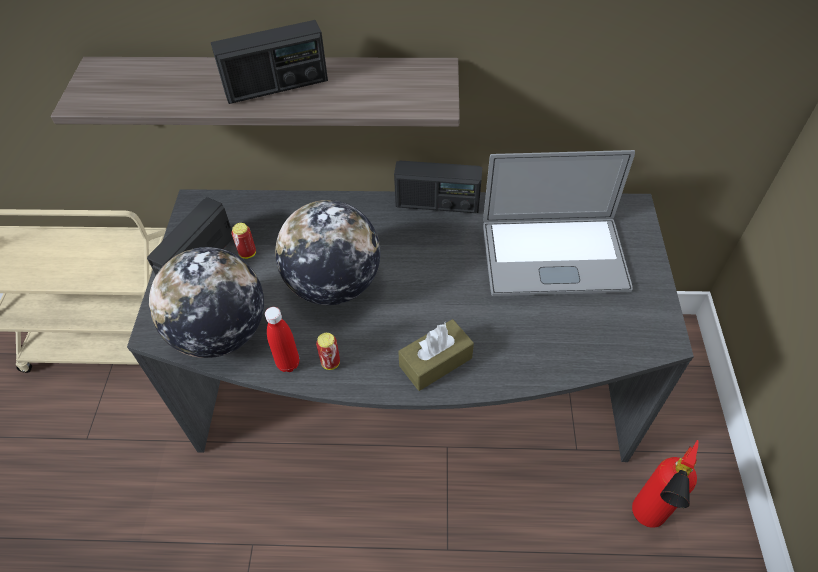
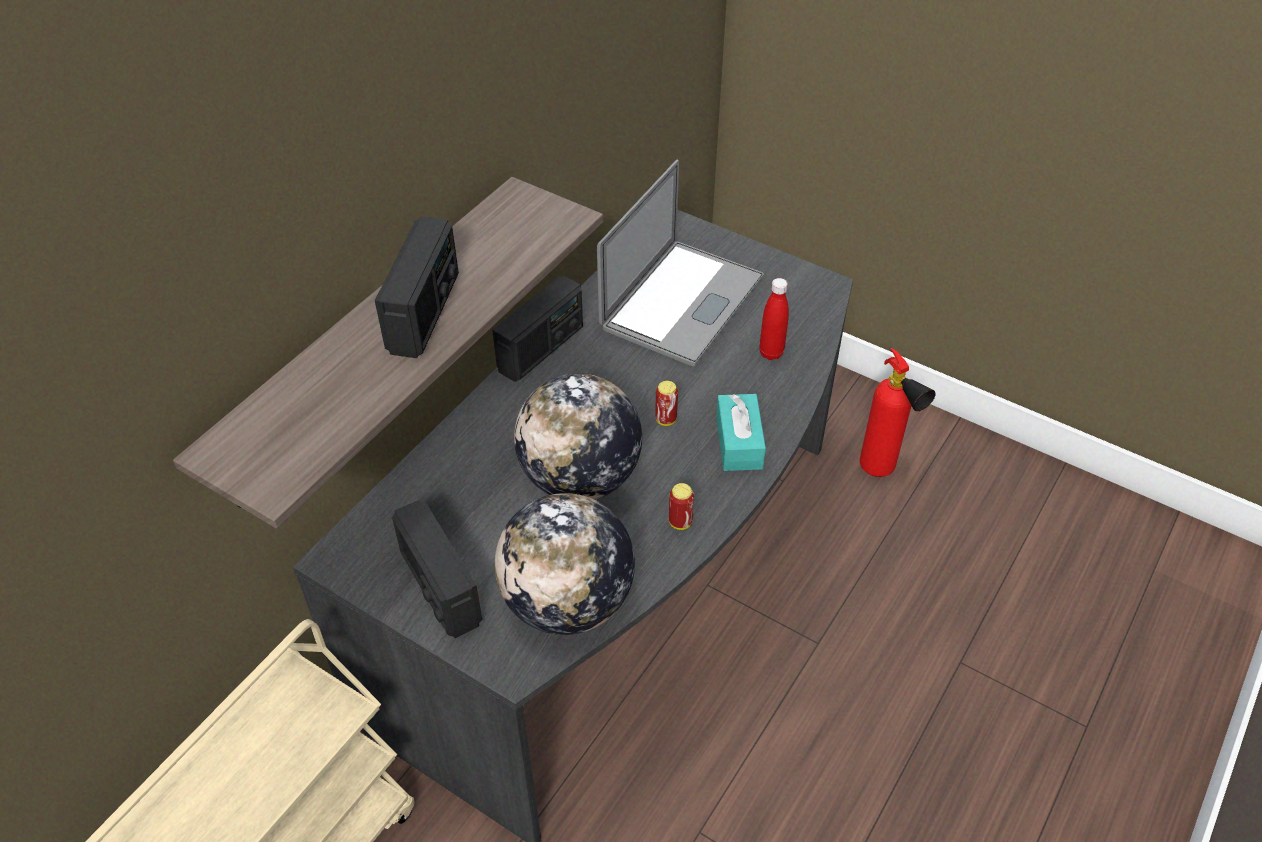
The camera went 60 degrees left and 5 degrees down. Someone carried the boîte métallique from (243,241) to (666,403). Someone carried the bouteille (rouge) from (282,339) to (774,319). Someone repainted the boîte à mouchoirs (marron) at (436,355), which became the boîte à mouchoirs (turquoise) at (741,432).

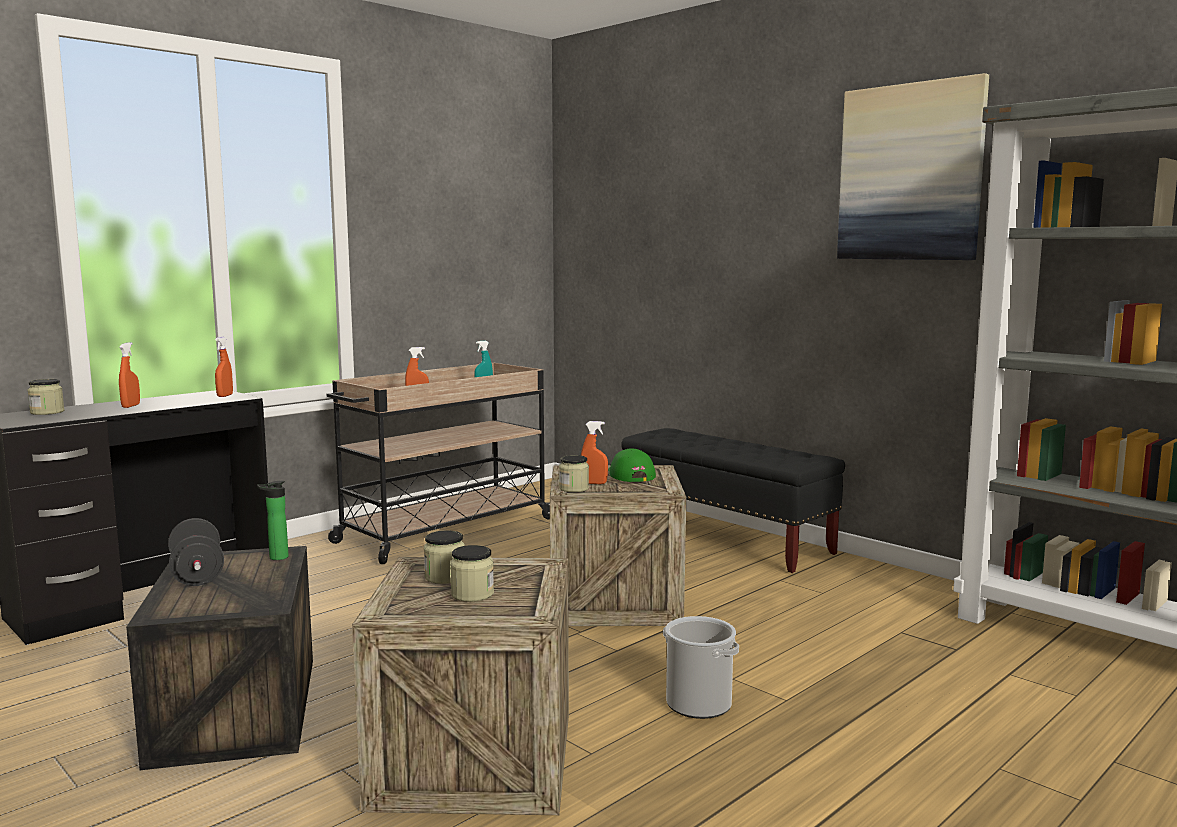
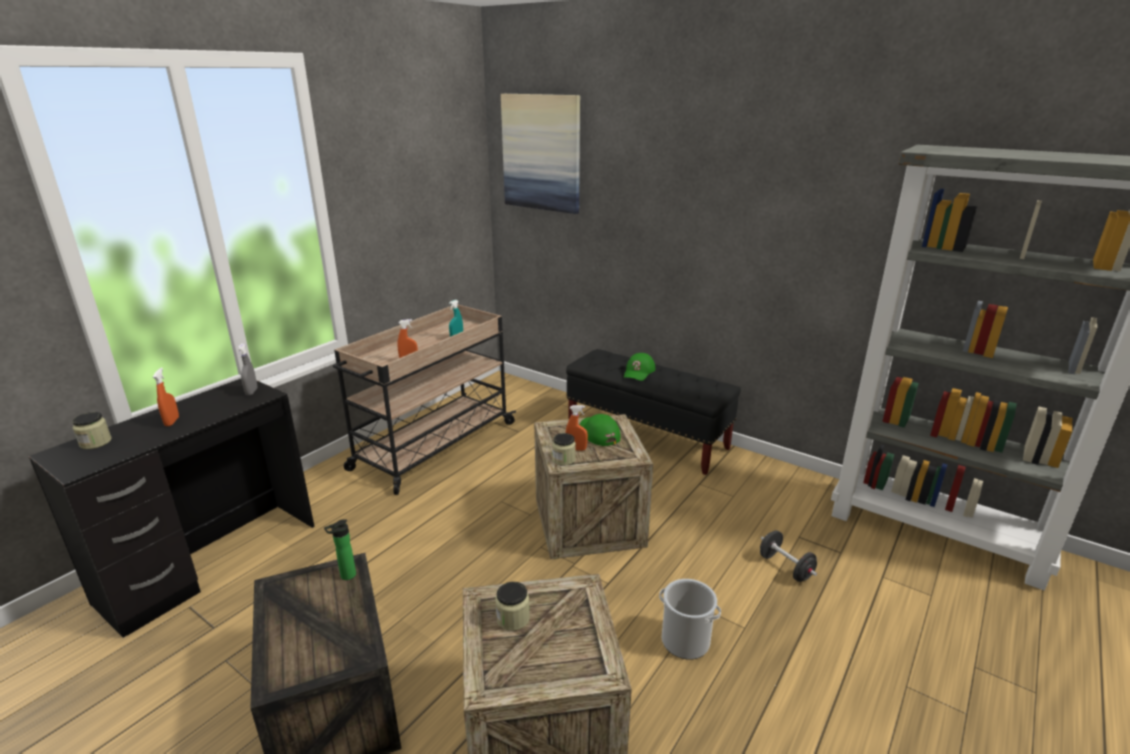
The camera went 10 degrees left and 15 degrees up. Someone carried the haltère (noir) from (196,552) to (788,556). Someone repainted the vaporisateur (orange) at (224,367), which became the vaporisateur (gris) at (247,369). Someone took away the bocal at (472,573). Someone carried the tableau from (913,166) to (540,154). Someone put down the casquette (vert) at (639,367).

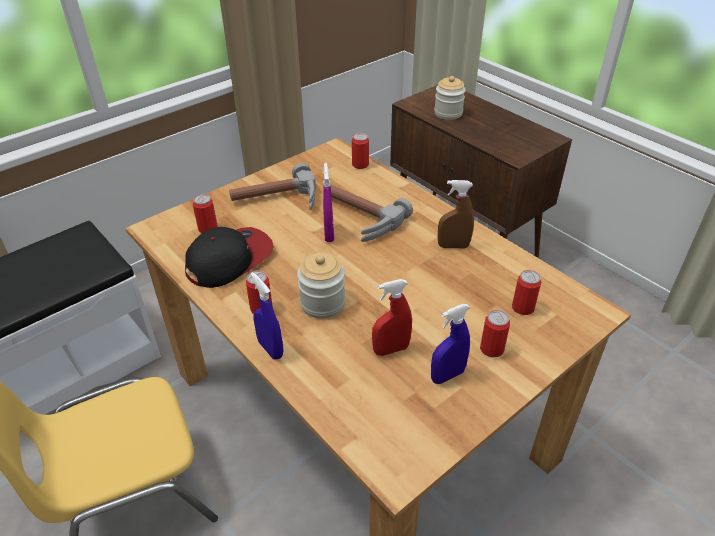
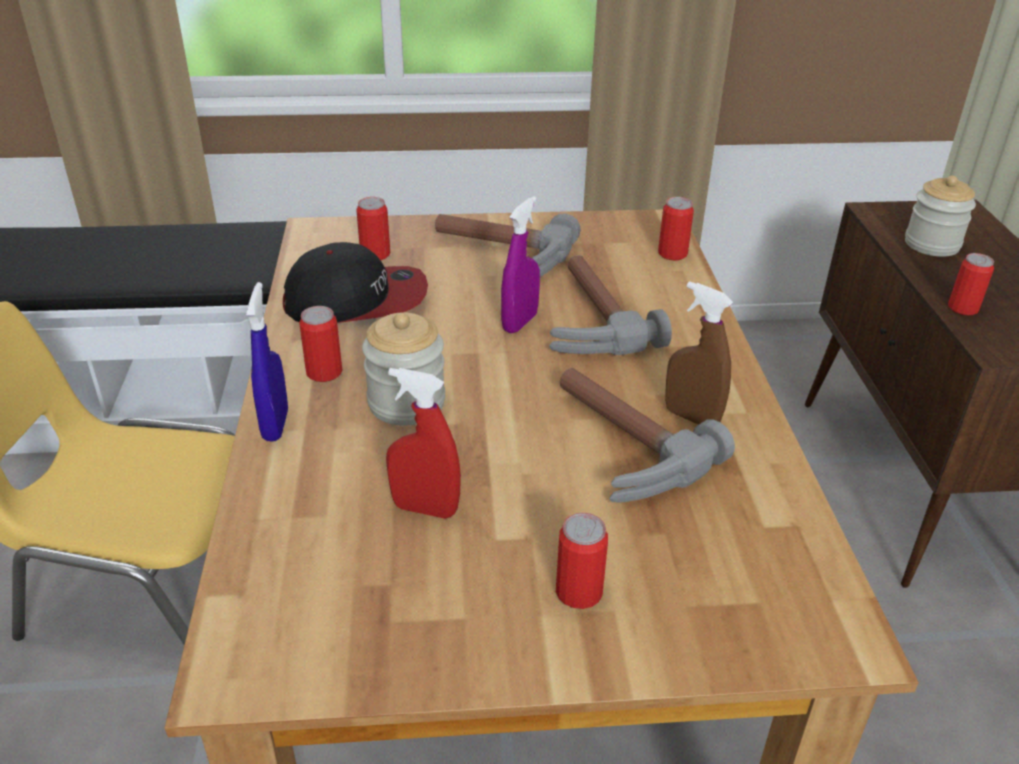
The camera went 35 degrees right and 5 degrees down. Someone took away the vaporisateur (bleu) at (450,344). Someone carried the boîte métallique from (526,292) to (971,284). Someone put down the marteau at (647,435).

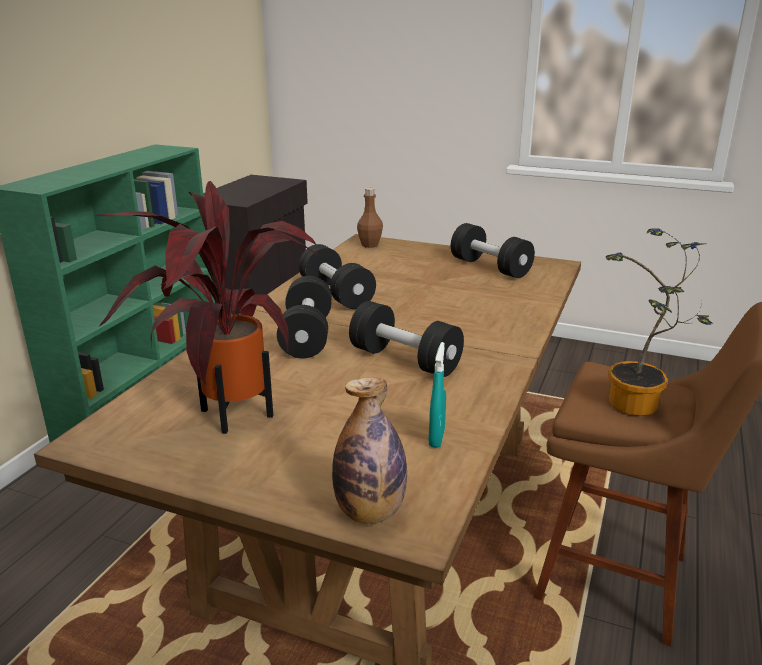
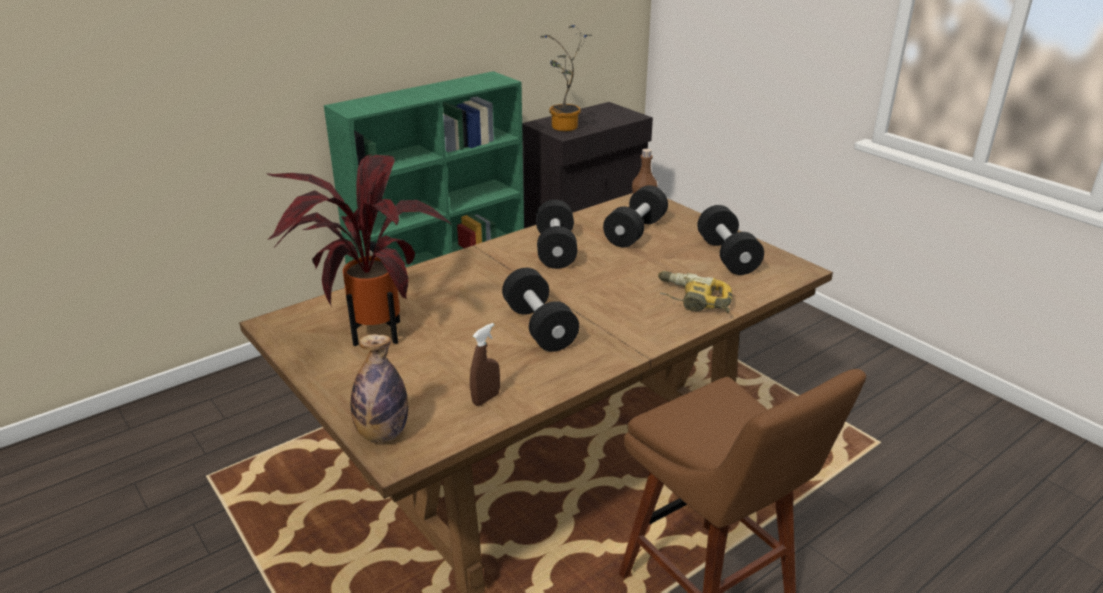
The camera went 30 degrees right and 5 degrees up. Someone carried the haltère (noir) from (304,317) to (635,216). Someone repainted the vaporisateur (turquoise) at (437,395), which became the vaporisateur (marron) at (485,364). Someone carried the plante en pot from (659,322) to (566,78). Someone put down the perceuse at (695,292).

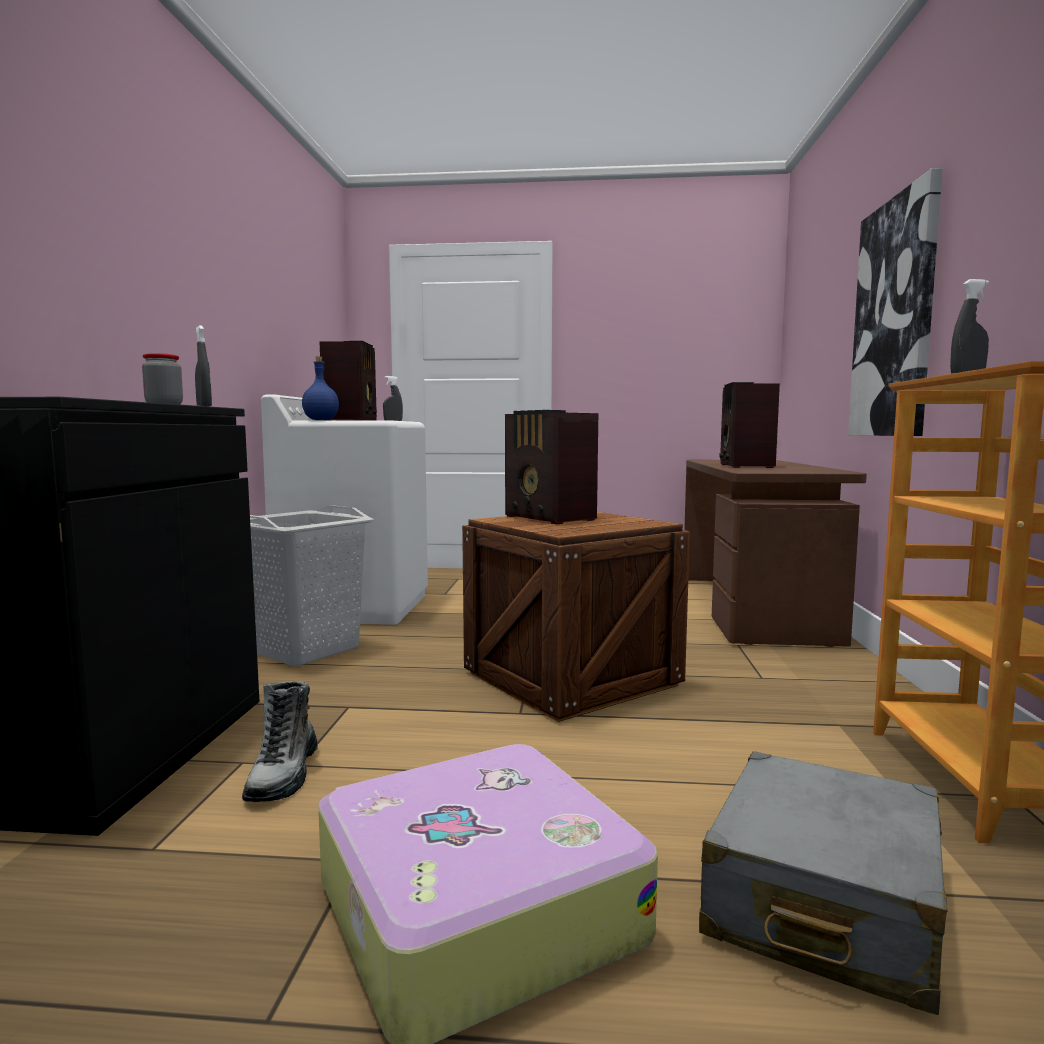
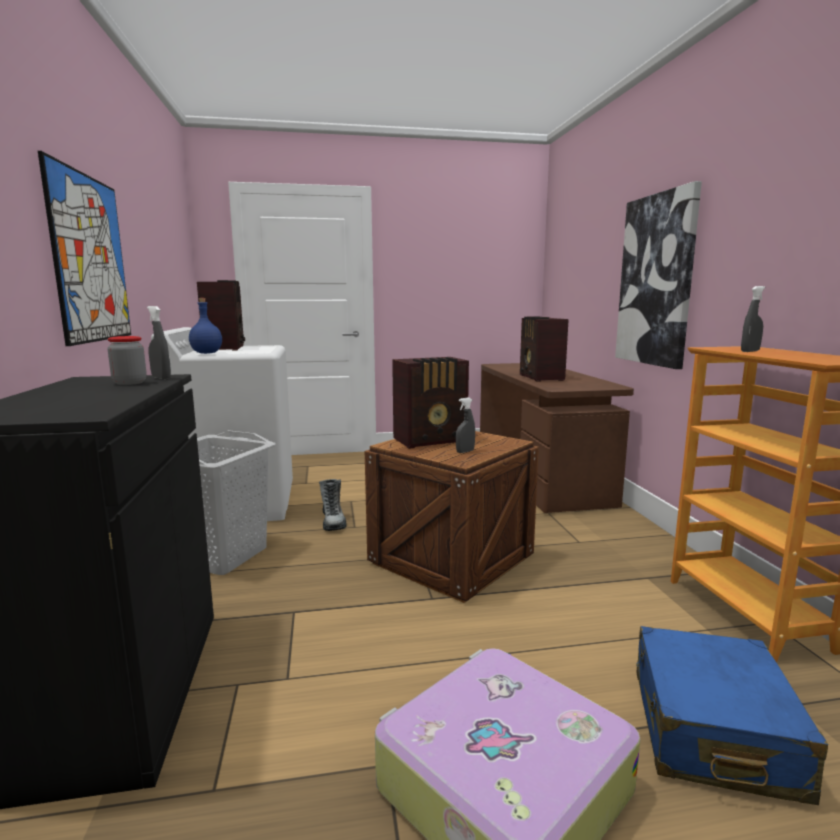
The camera went 15 degrees left and 5 degrees up. Someone carried the botte from (280,741) to (333,505). Someone carried the vaporisateur (gris) from (393,398) to (465,425). Someone rotated the radio at (551,467) by 60 degrees counterclockwise. Someone repainted the valise (gris) at (823,883), which became the valise (bleu) at (732,715). Someone put up the tableau at (84,248).

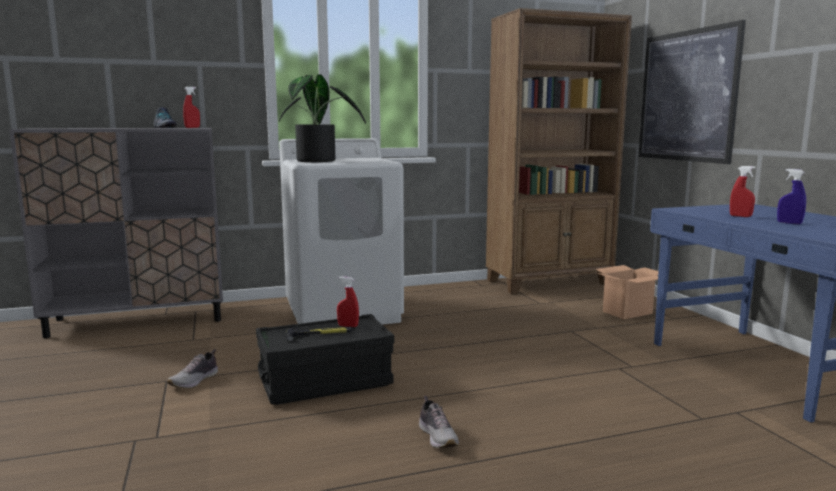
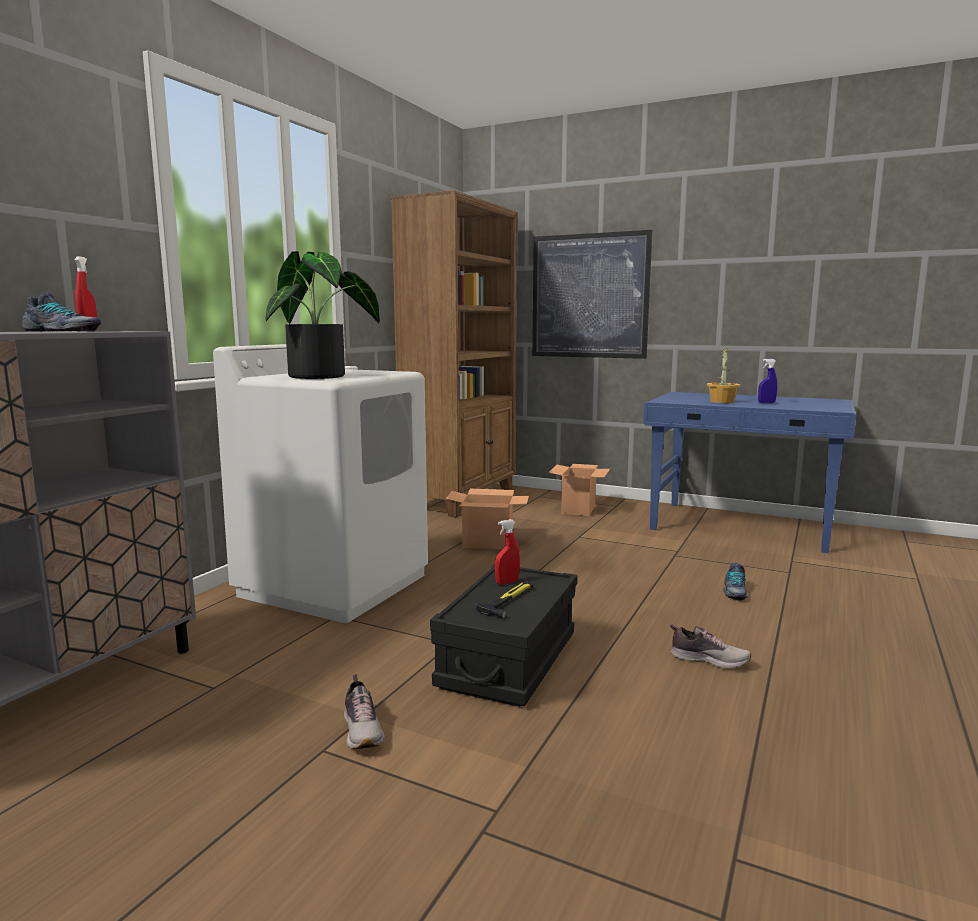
The camera went 45 degrees left and 0 degrees up. Someone swapped the vaporisateur (rouge) at (743,191) for the plante en pot at (723,375). Someone put down the carton at (487,519). Someone put down the chaussure at (735,582).

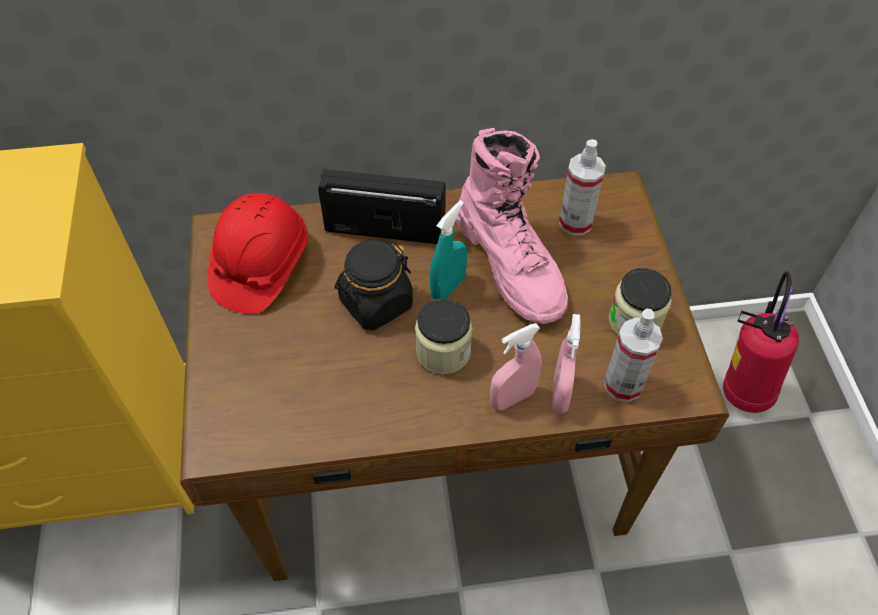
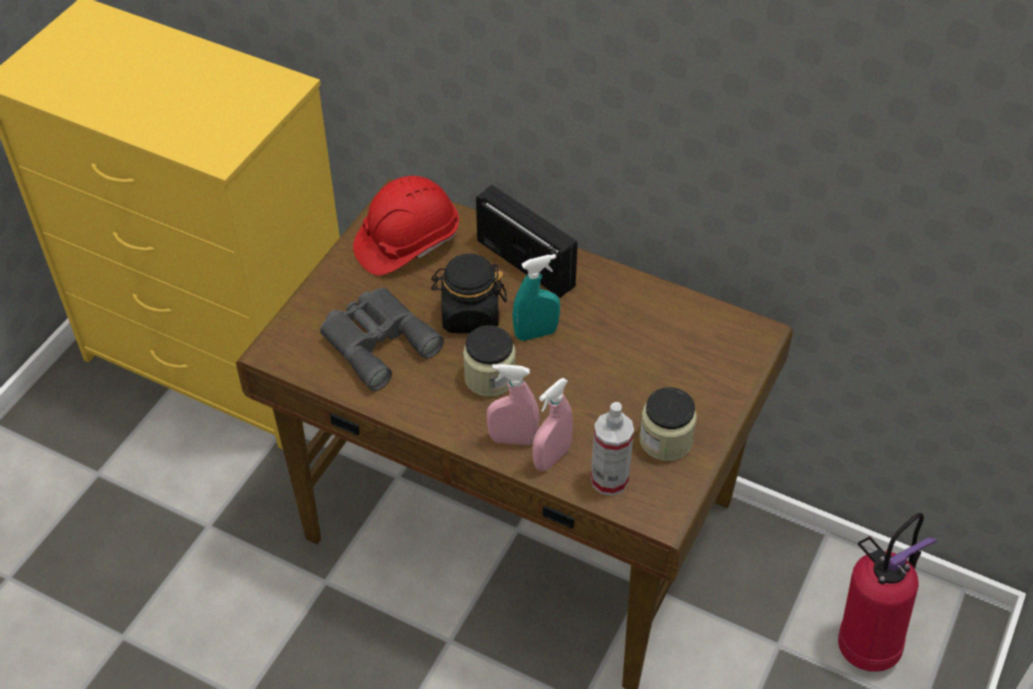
The camera went 35 degrees right and 5 degrees down. Someone took away the botte (rose) at (512,226). Someone took away the vaporisateur at (582,187). Someone put down the jumelles (gris) at (382,339).

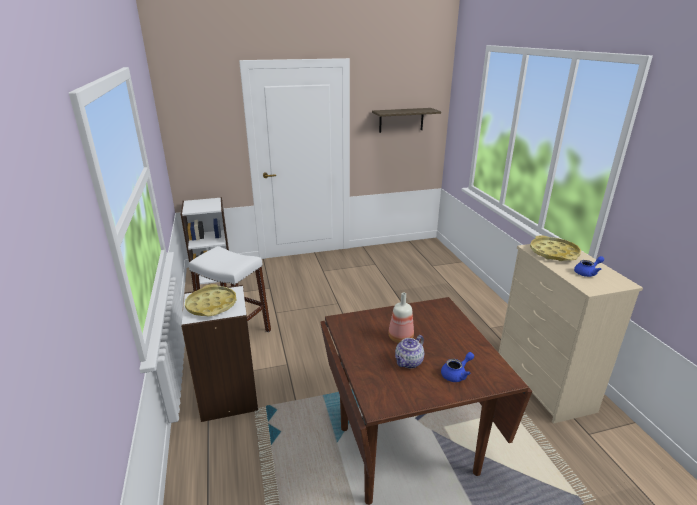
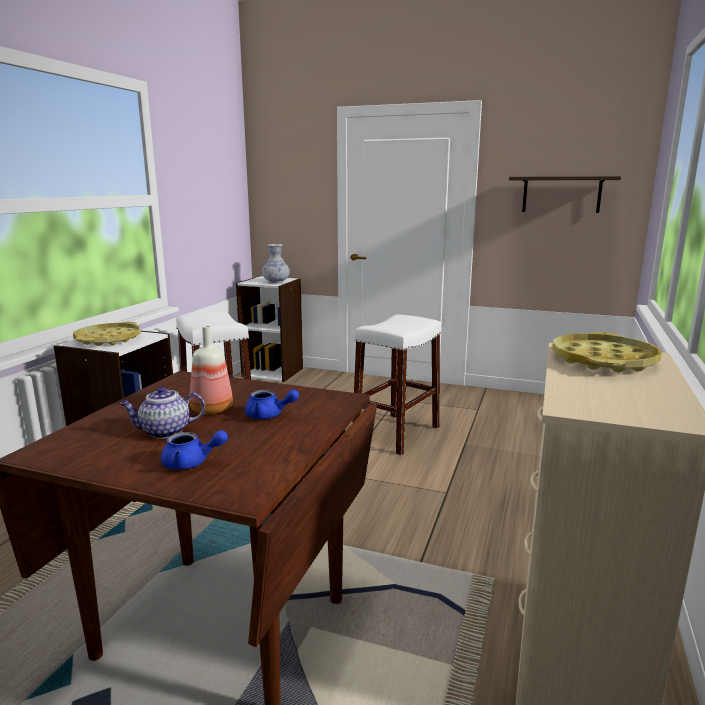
The camera went 35 degrees right and 10 degrees down. Someone carried the théière (bleu) from (589,266) to (272,404). Someone put down the vase at (276,263). Someone put down the tabouret (blanc) at (396,384).

